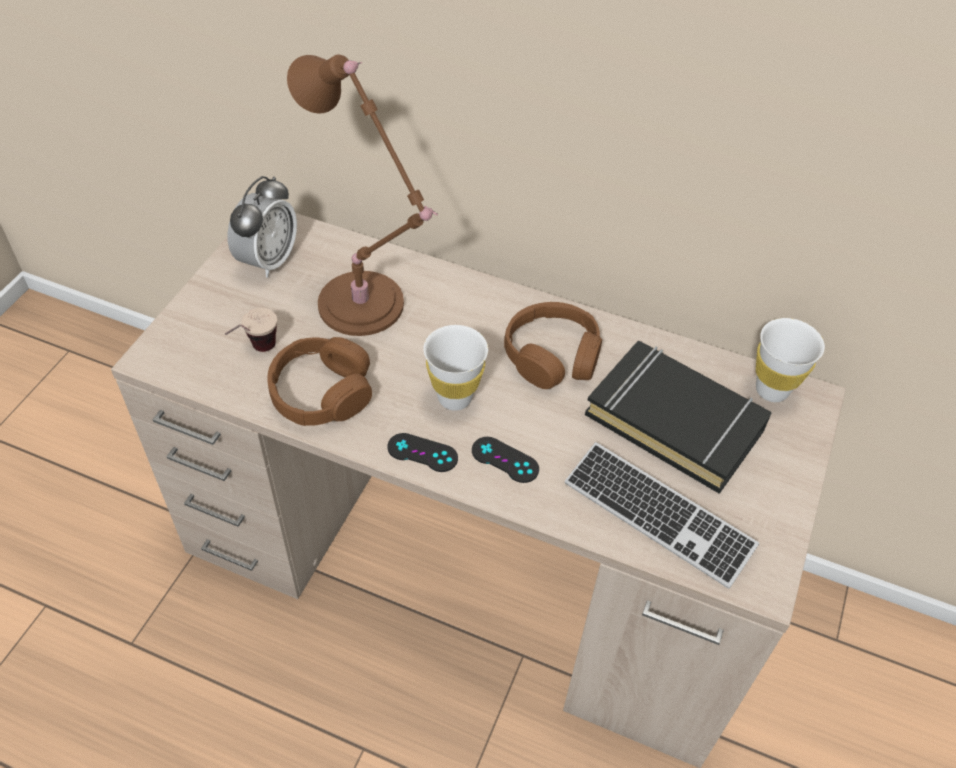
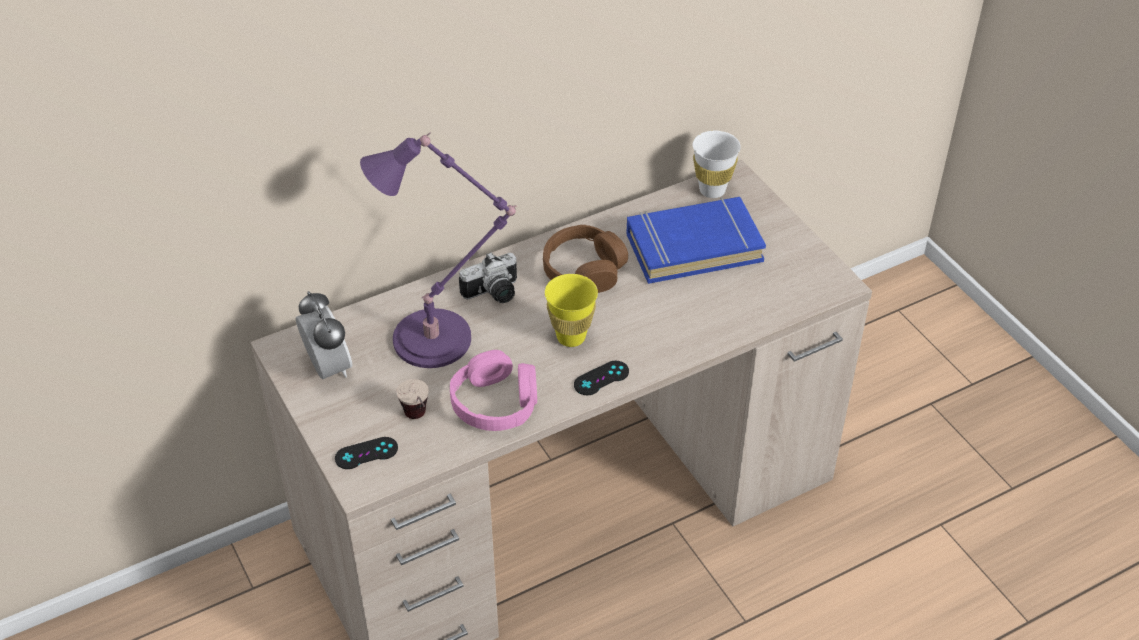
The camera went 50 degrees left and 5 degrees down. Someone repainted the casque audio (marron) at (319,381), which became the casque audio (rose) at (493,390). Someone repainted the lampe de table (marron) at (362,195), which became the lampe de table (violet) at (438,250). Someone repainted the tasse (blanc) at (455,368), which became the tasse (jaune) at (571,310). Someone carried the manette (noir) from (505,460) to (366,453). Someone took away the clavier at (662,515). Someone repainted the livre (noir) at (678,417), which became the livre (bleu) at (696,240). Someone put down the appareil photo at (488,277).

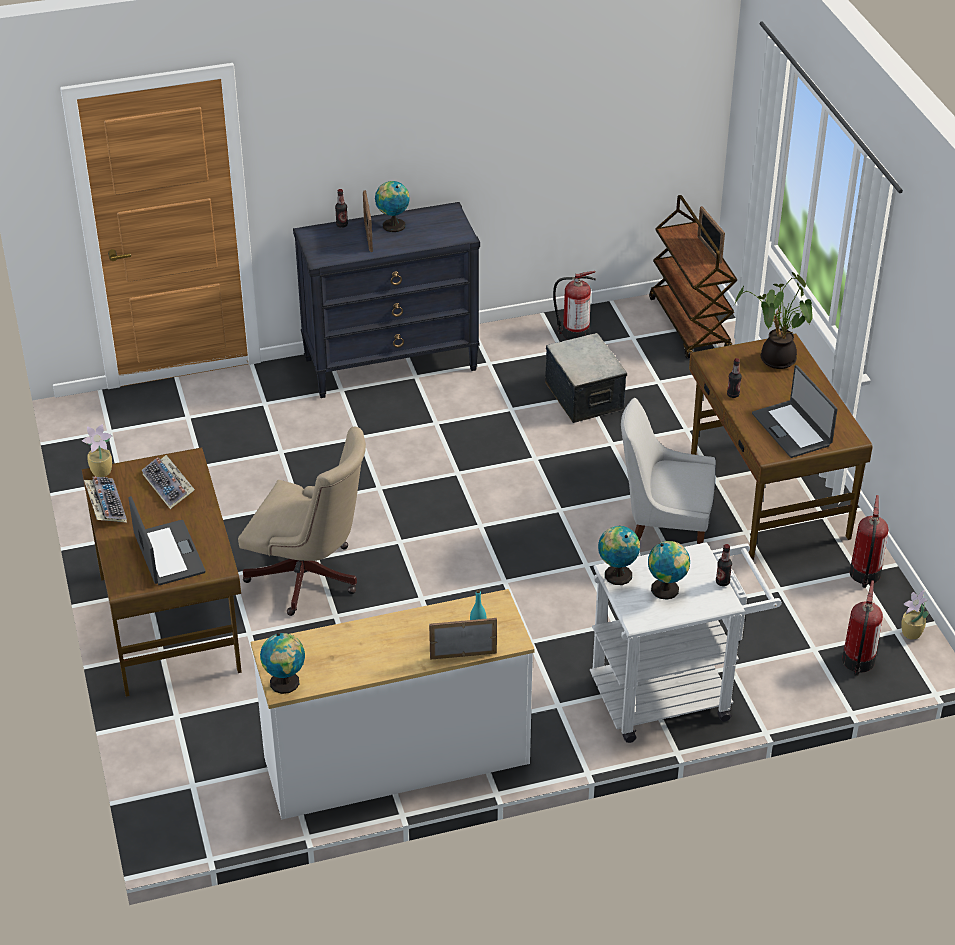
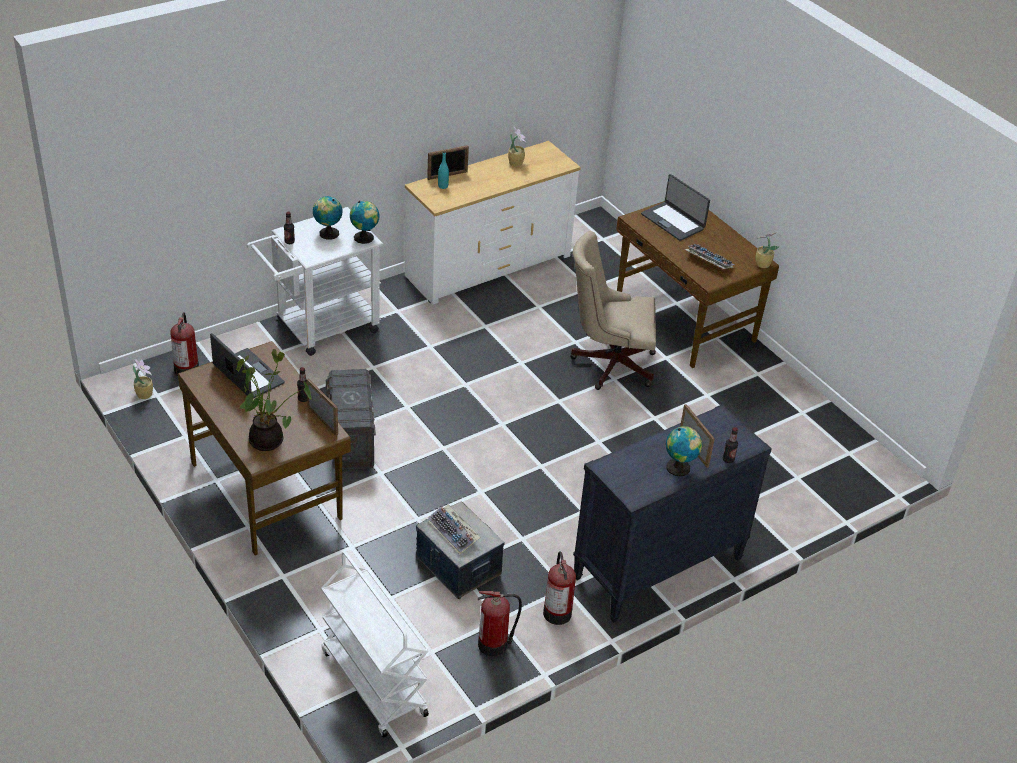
The camera went 160 degrees right and 0 degrees up. Someone carried the clavier from (105,499) to (454,529). Someone took away the globe at (282,663). Someone swapped the chaise (blanc) at (668,471) for the boîte de rangement (gris) at (351,419). Someone repainted the chariot (marron) at (693,277), which became the chariot (blanc) at (375,644). Someone carried the cadre photo from (711,235) to (322,407). Someone carried the extincteur from (869,541) to (559,588). Someone put down the plante en pot at (517,146).

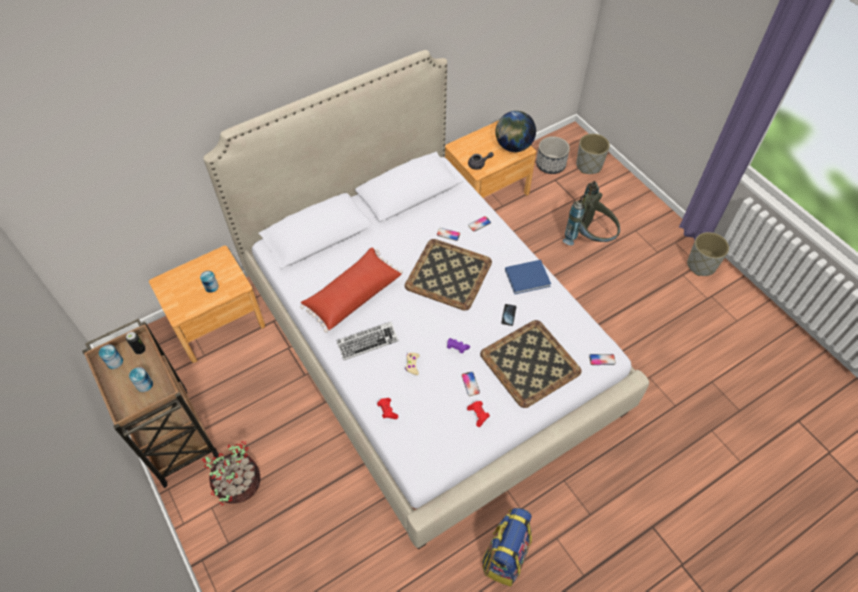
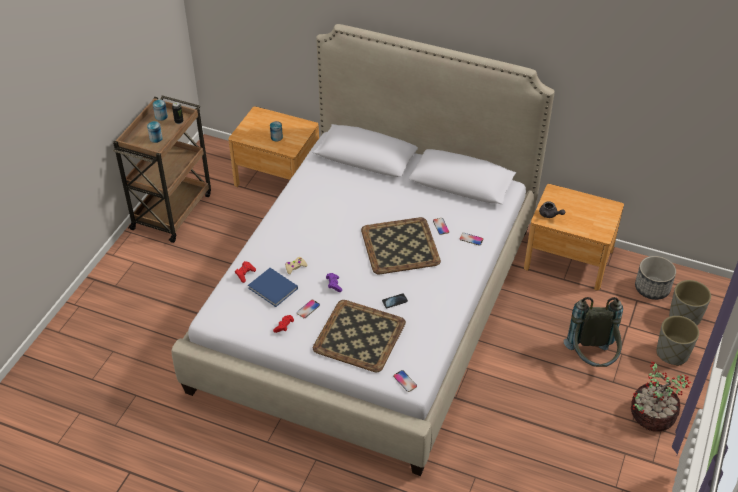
The camera went 55 degrees right and 10 degrees down. Someone carried the plante en pot from (231,473) to (661,397). Someone took away the coussin (rouge) at (351,290). Someone took away the clavier at (367,341). Someone took away the sac à dos at (507,547). Someone took away the globe at (515,131). Someone carried the livre (bleu) from (528,277) to (273,287). Someone carried the cache-pot (gris) from (708,254) to (678,341).

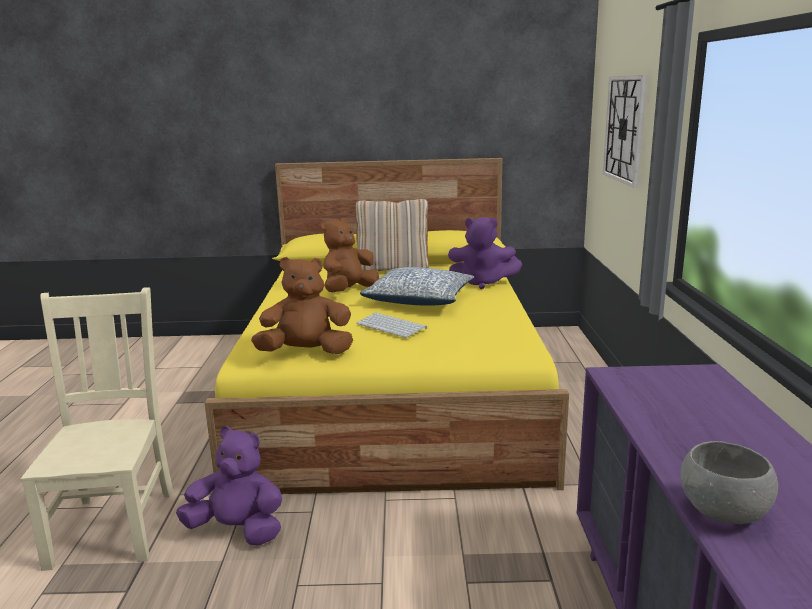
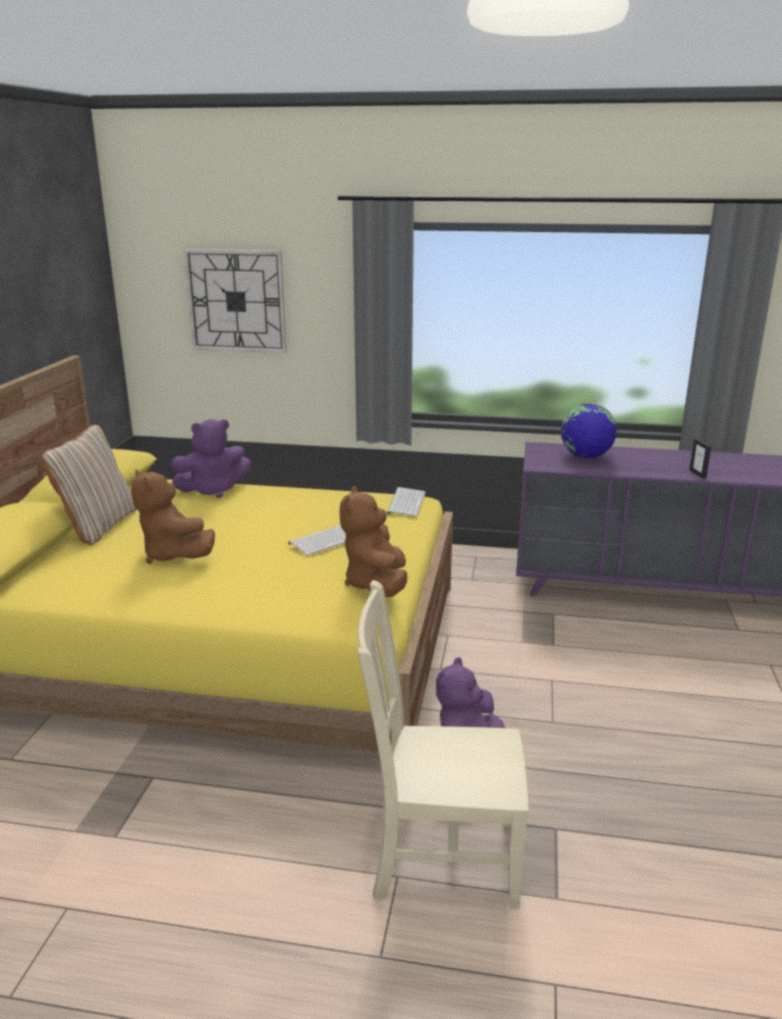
The camera went 80 degrees left and 5 degrees up. Someone took away the coussin at (417,286). Someone rotated the peluche (violet) at (485,253) by 45 degrees clockwise. Someone swapped the bol (gris) at (729,482) for the cadre photo at (700,458). Someone put down the clavier at (406,502). Someone put down the globe at (589,431).

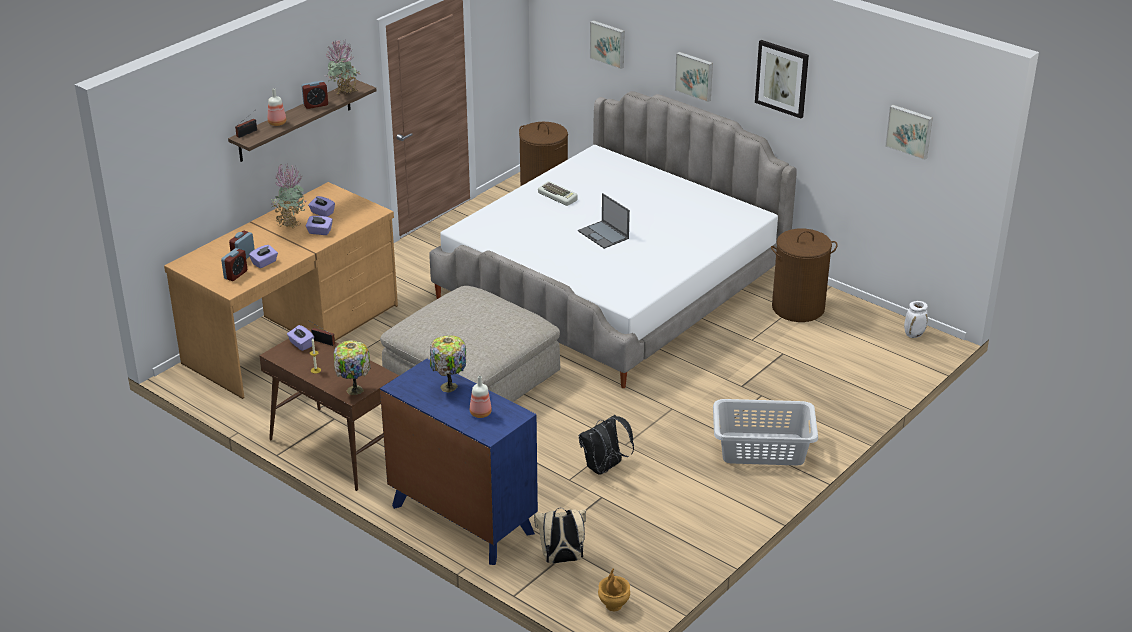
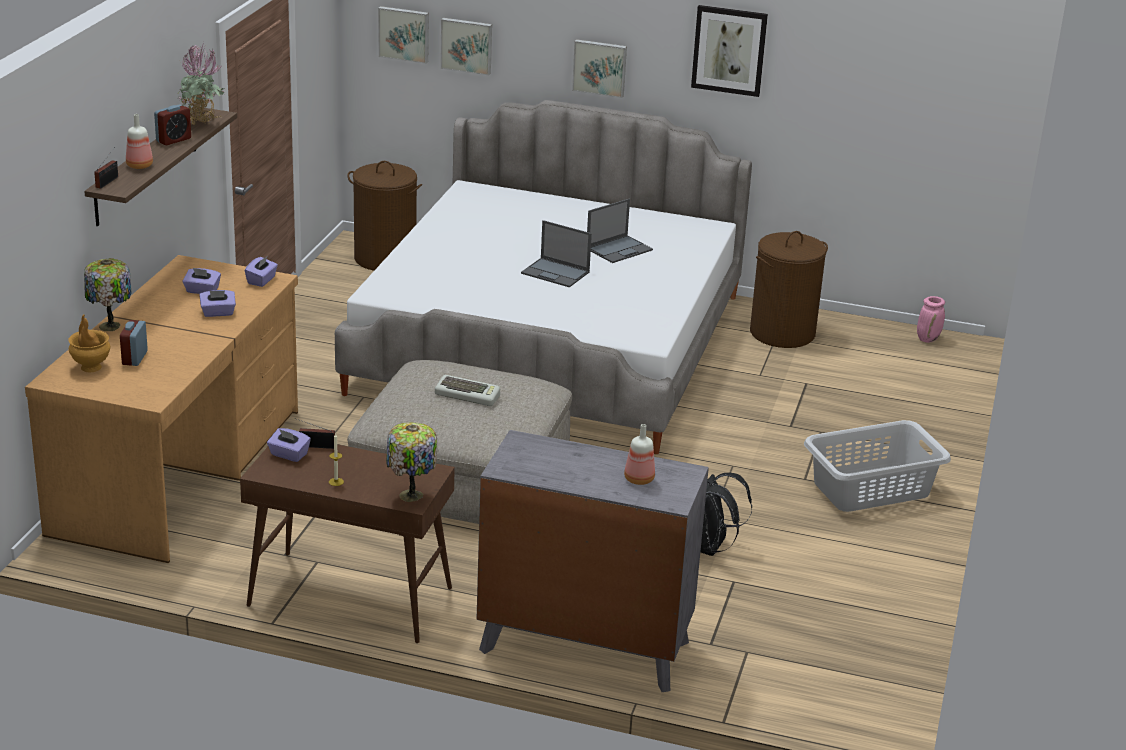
The camera went 25 degrees left and 5 degrees down. Someone took away the réveil at (234,264). Someone carried the boîte à mouchoirs (violet) from (263,256) to (261,271). Someone took away the plante en pot at (289,196). Someone repainted the commode (bleu) at (459,462), which became the commode (gris) at (592,561). Someone carried the lampe de table from (448,363) to (108,294). Someone took away the sac à dos (beige) at (560,536). Someone carried the clavier from (557,193) to (467,390). Someone carried the vase (marron) from (614,589) to (89,343). Someone carried the tableau from (909,132) to (403,35). Someone repainted the vase (blanc) at (916,319), which became the vase (rose) at (931,319). Someone put down the ordinateur portable at (620,231).

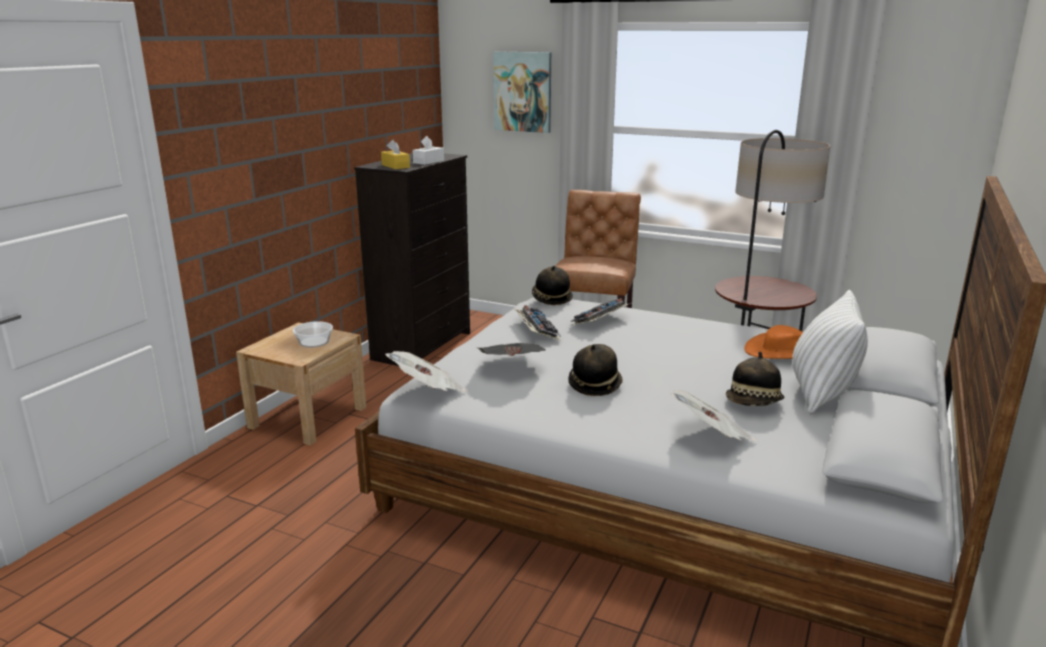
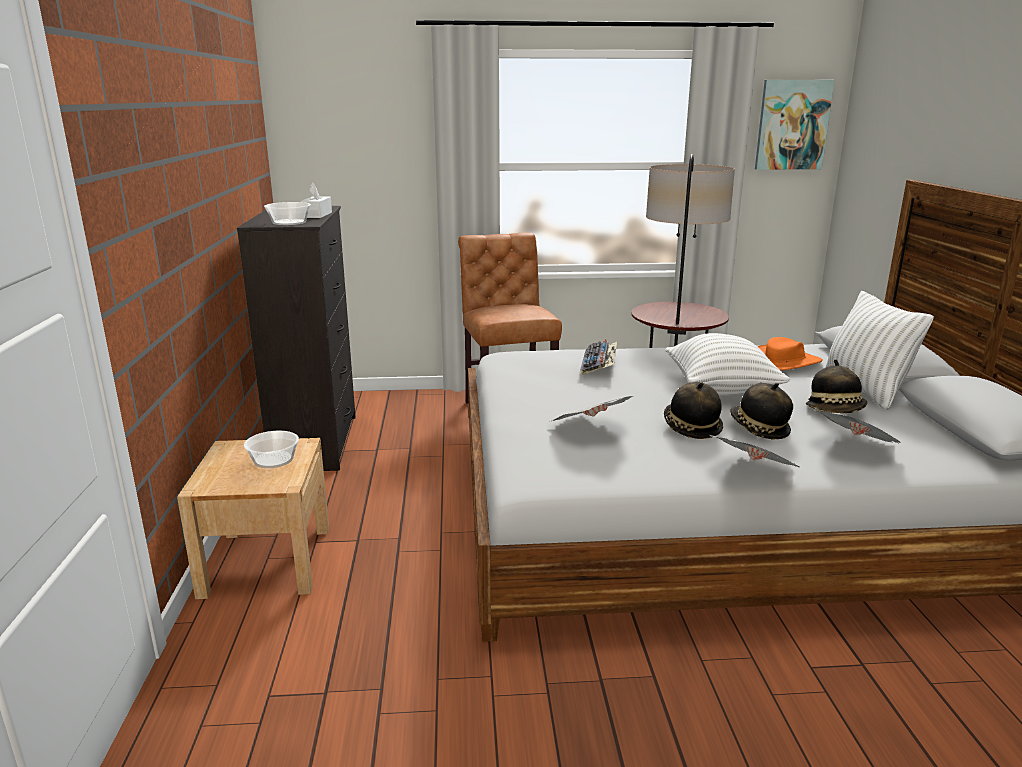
The camera went 30 degrees left and 0 degrees up. Someone swapped the boîte à mouchoirs (jaune) at (395,154) for the bol at (287,213). Someone carried the journal from (426,371) to (754,451). Someone carried the tableau from (522,92) to (795,125). Someone took away the clavier at (537,322). Someone carried the chapeau from (552,285) to (761,411). Someone put down the coussin (blanc) at (727,365).

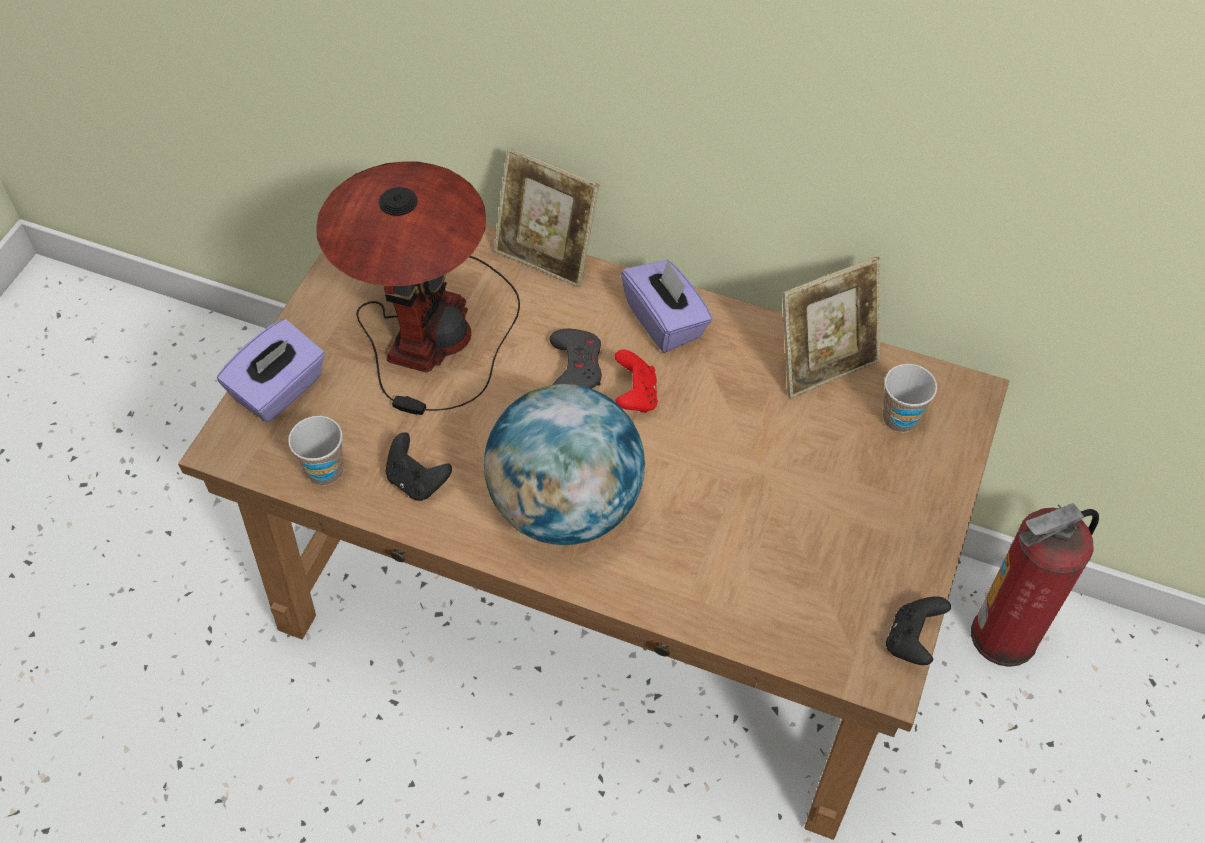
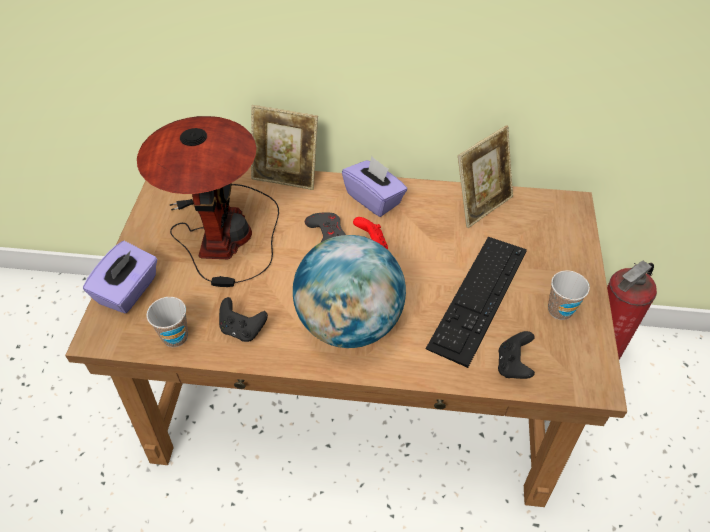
The camera went 15 degrees left and 5 degrees down. Someone carried the tasse from (910,398) to (569,295). Someone carried the manette (noir) from (918,630) to (516,355). Someone put down the clavier at (476,302).

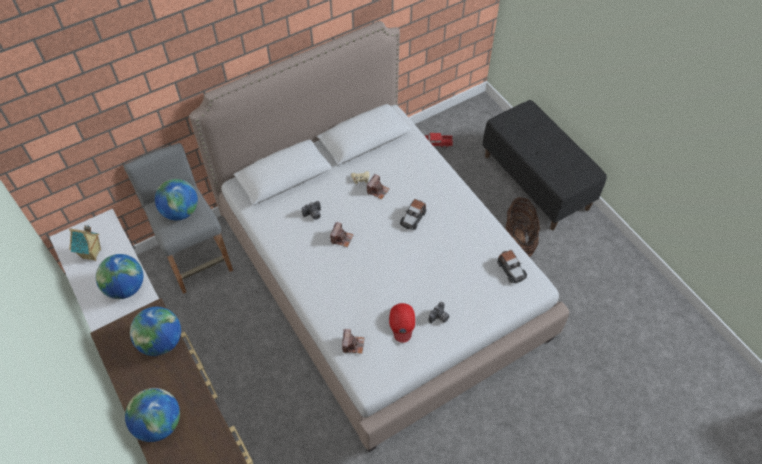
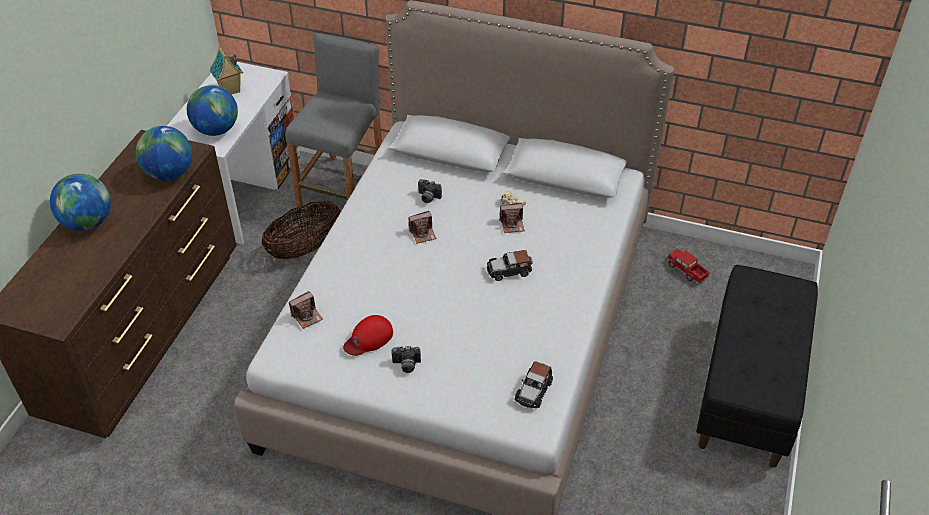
The camera went 50 degrees right and 10 degrees down. Someone took away the globe at (176,199). Someone carried the panier from (523,227) to (301,230).

